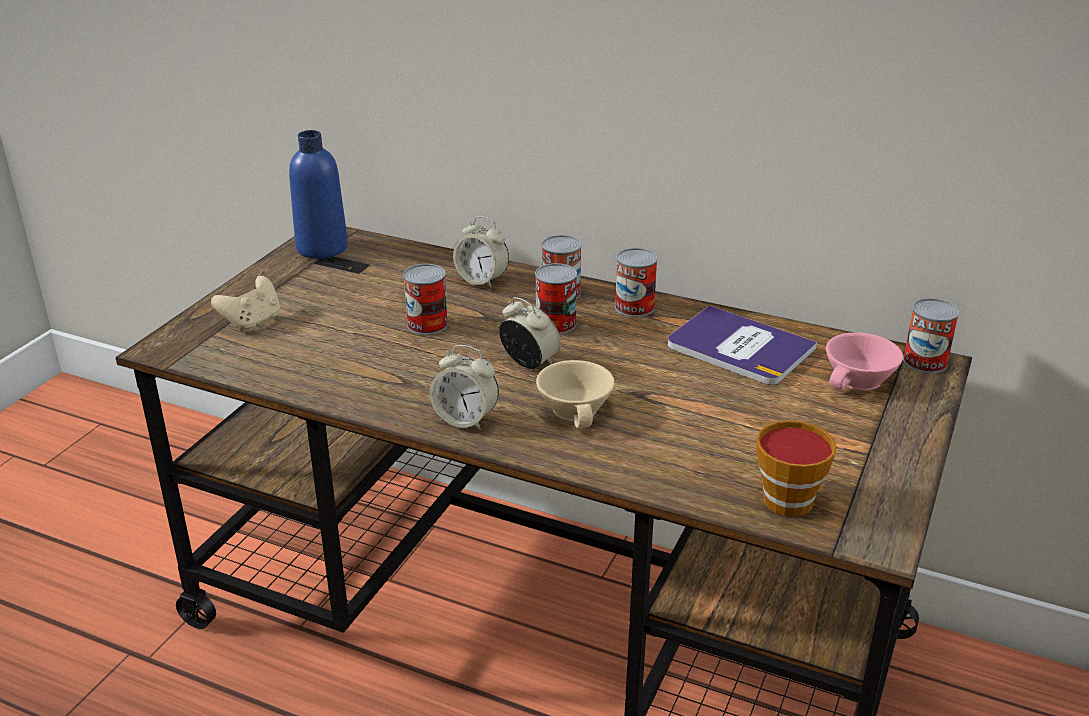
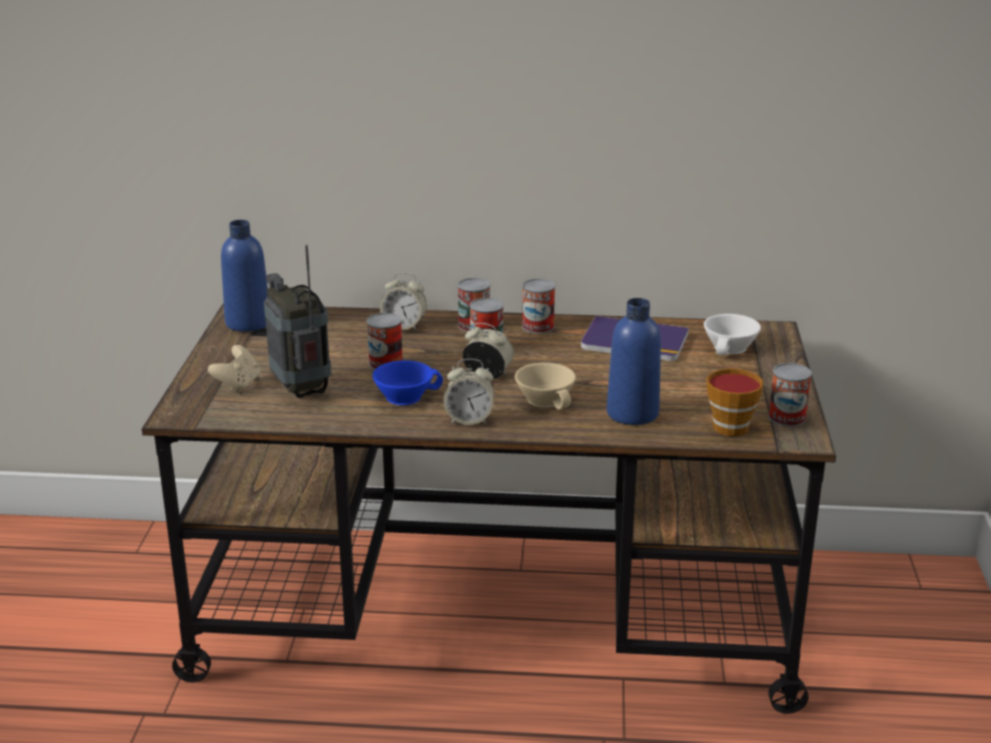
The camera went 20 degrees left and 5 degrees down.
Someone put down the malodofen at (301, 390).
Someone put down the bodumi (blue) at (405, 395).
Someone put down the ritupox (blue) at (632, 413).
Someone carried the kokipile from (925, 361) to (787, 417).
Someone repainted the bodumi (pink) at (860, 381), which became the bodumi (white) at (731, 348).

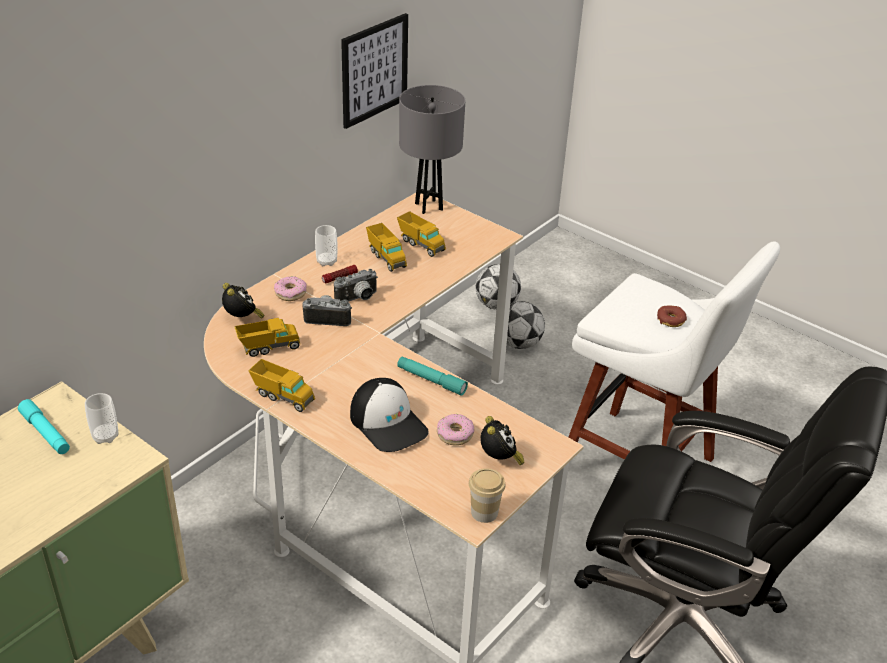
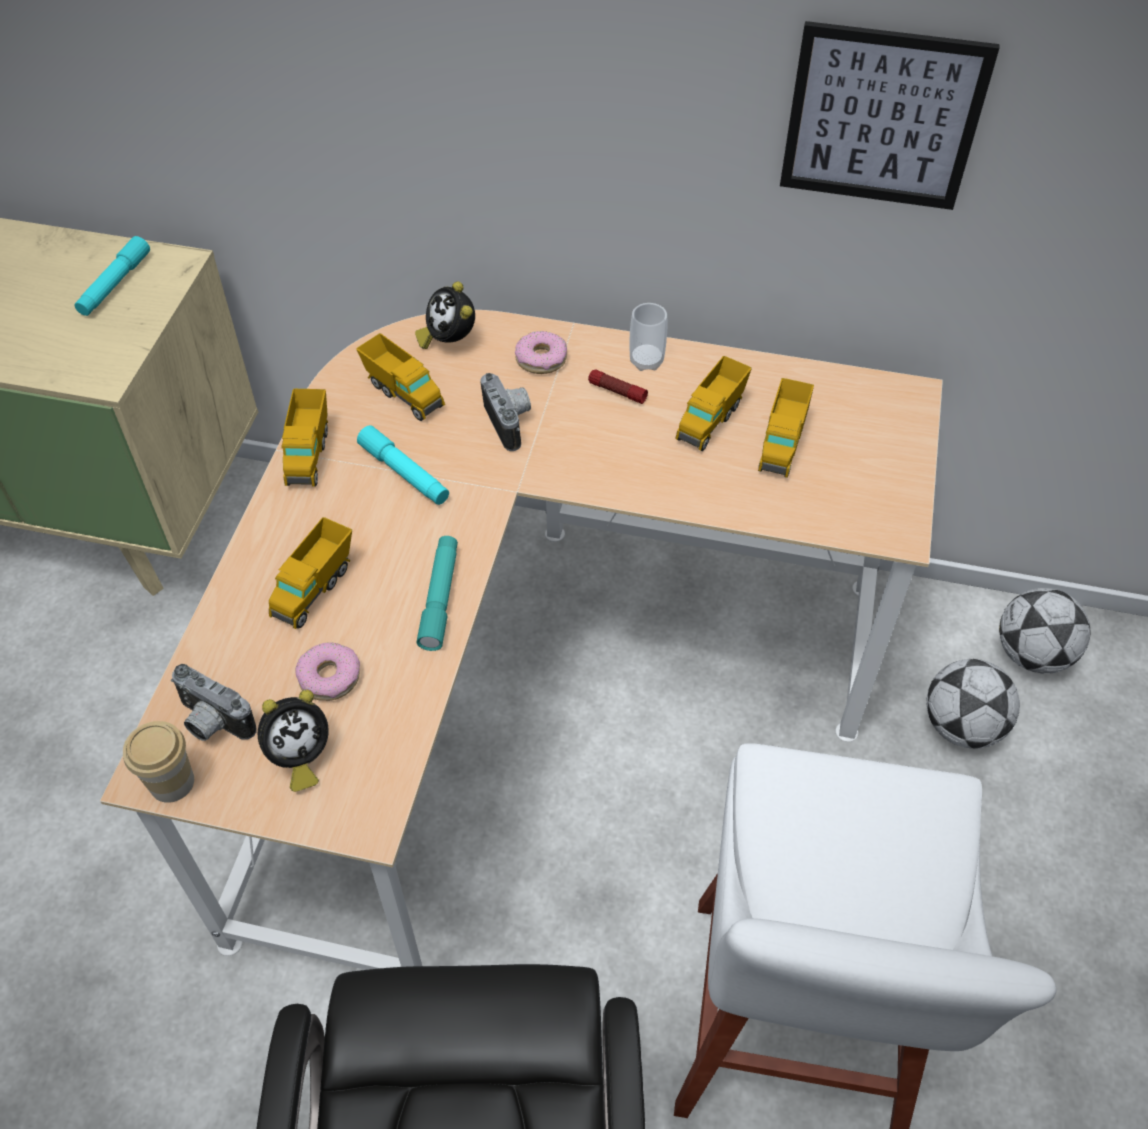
The camera went 65 degrees right and 15 degrees up.
Someone took away the bodumi at (105, 436).
Someone took away the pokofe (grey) at (429, 206).
Someone took away the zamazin at (670, 320).
Someone put down the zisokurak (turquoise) at (404, 473).
Someone carried the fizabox from (358, 299) to (211, 723).
Someone swapped the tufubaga at (388, 423) for the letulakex at (314, 588).
Someone rotated the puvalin at (242, 319) by 120 degrees clockwise.

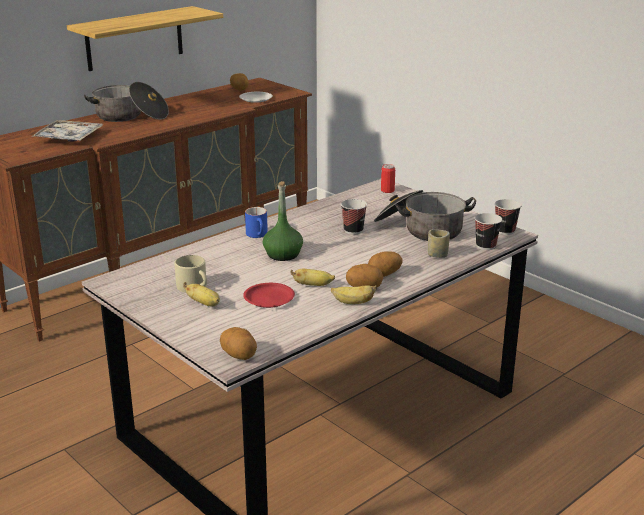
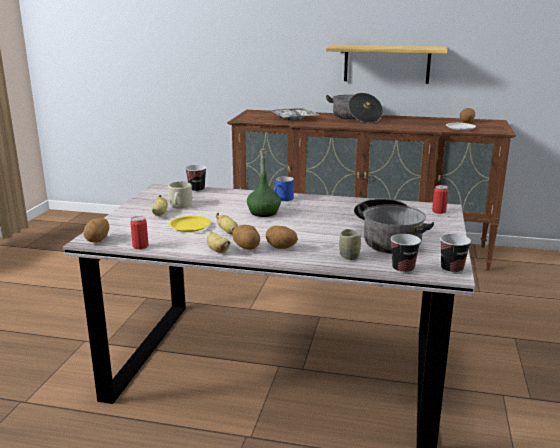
The camera went 55 degrees right and 5 degrees down.
Someone put down the kokipile at (140, 246).
Someone carried the bodumi from (353, 230) to (196, 190).
Someone repainted the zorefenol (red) at (269, 299), which became the zorefenol (yellow) at (189, 226).

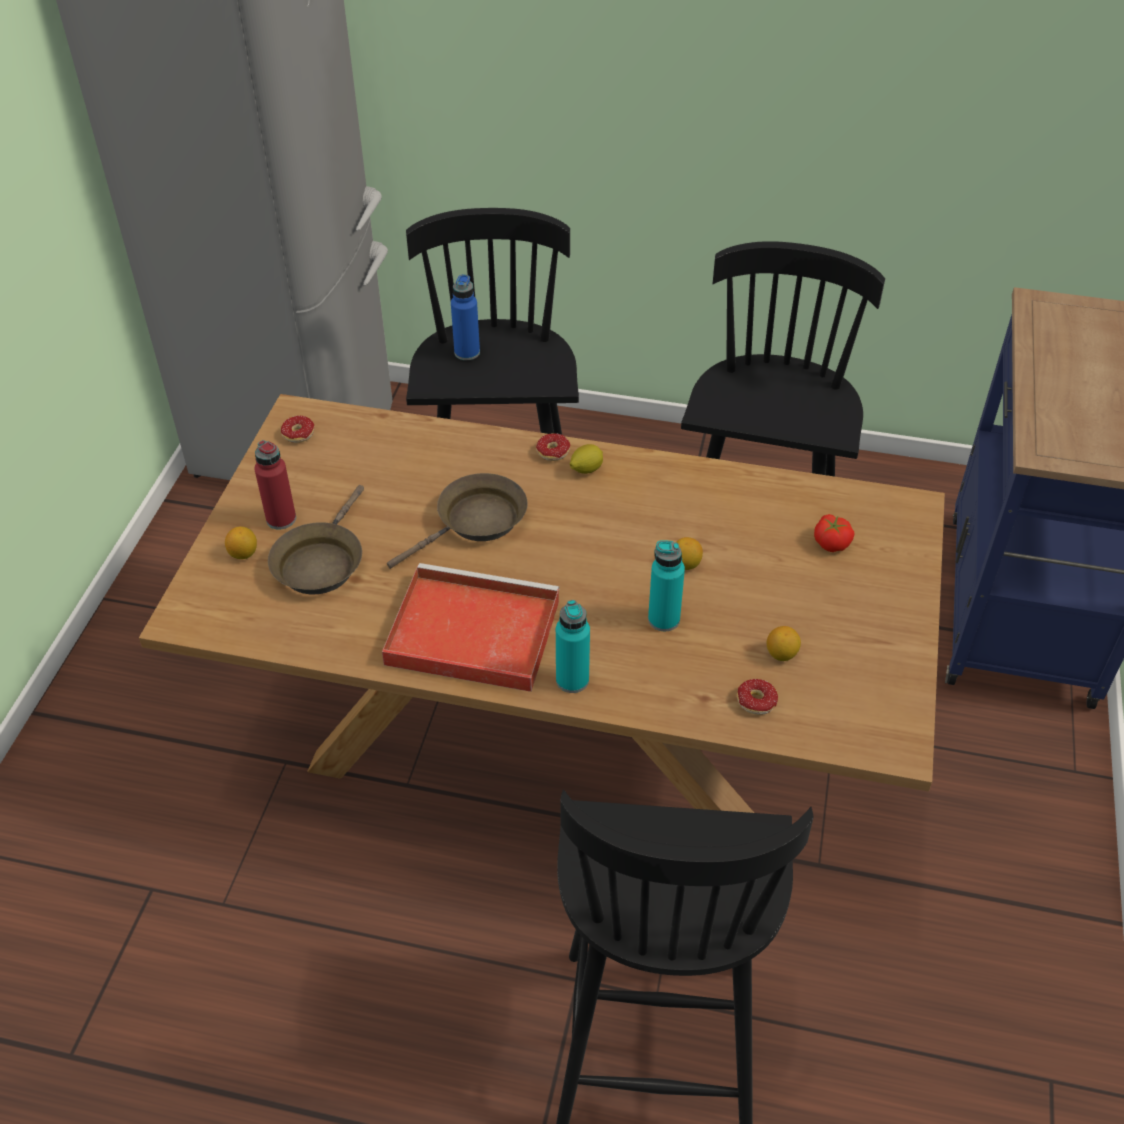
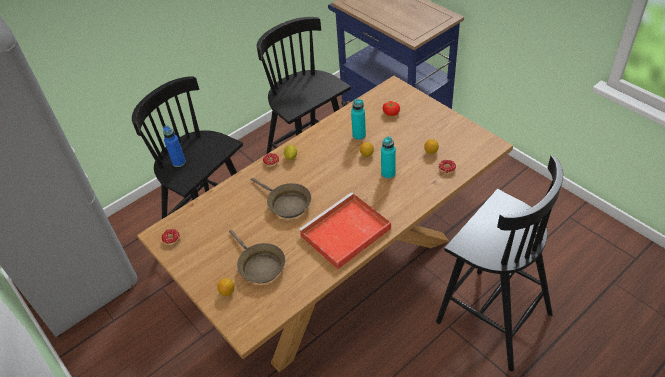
The camera went 50 degrees left and 0 degrees up.
Someone took away the ritupox (red) at (281, 519).
Someone carried the ritupox (turquoise) from (572, 680) to (359, 135).
Someone rotated the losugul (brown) at (476, 522) by 135 degrees clockwise.

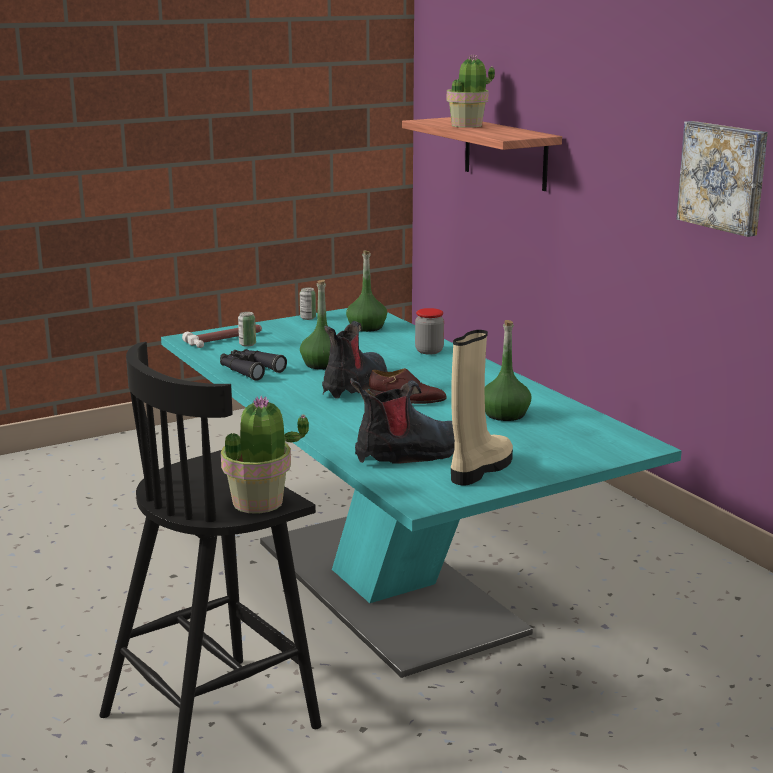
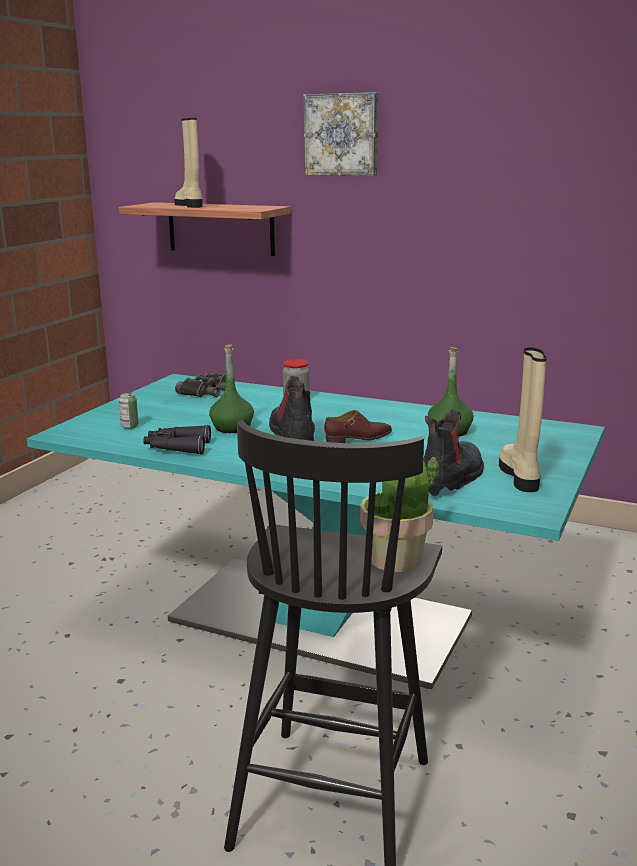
The camera went 35 degrees left and 0 degrees up.
Someone took away the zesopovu at (226, 339).
Someone took away the kokipile at (308, 318).
Someone carried the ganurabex from (724, 177) to (342, 134).
Someone swapped the ritupox (green) at (366, 327) for the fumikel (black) at (208, 391).
Someone swapped the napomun at (467, 125) for the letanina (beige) at (190, 205).

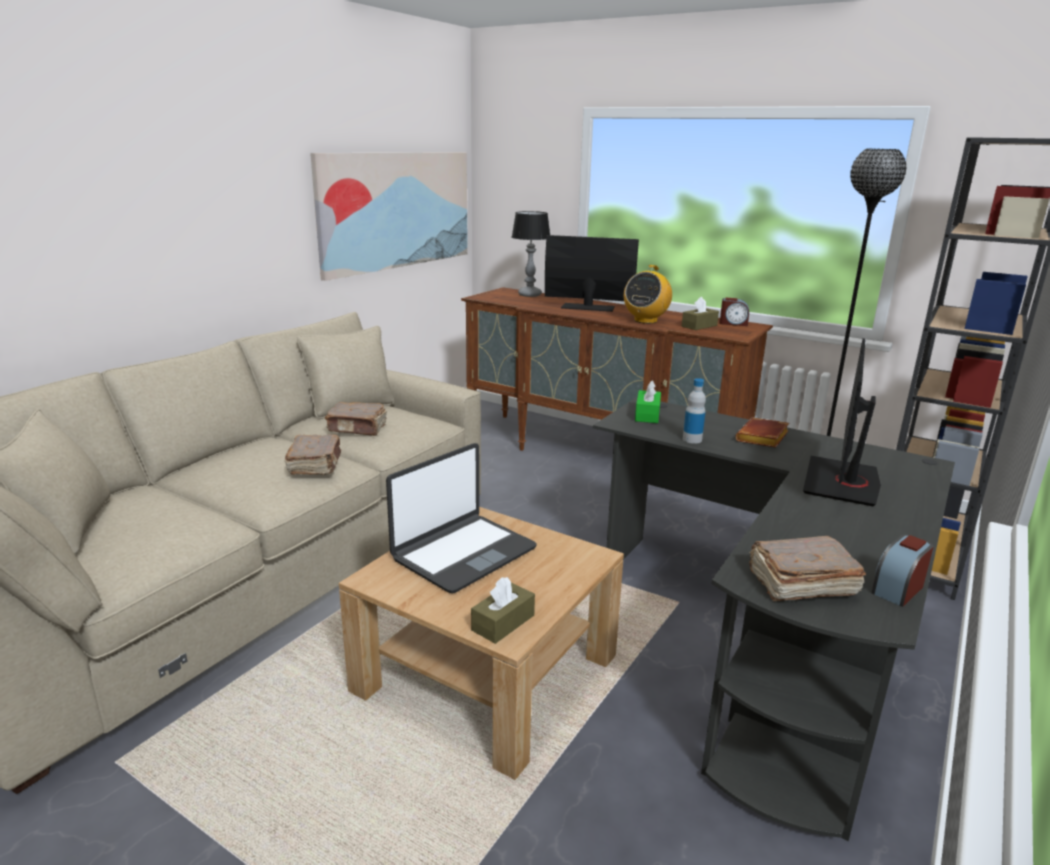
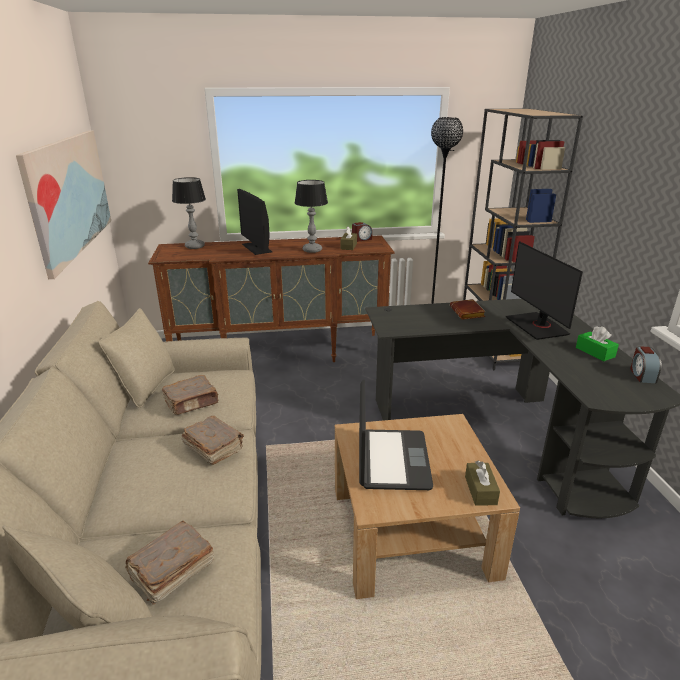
The camera went 40 degrees left and 5 degrees up.
Someone took away the ritupox at (692, 439).
Someone carried the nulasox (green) from (647, 415) to (595, 352).
Someone carried the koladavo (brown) from (800, 584) to (171, 571).
Someone swapped the malodofen at (645, 320) for the pokofe at (312, 250).
Someone rotated the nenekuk at (588, 307) by 90 degrees counterclockwise.

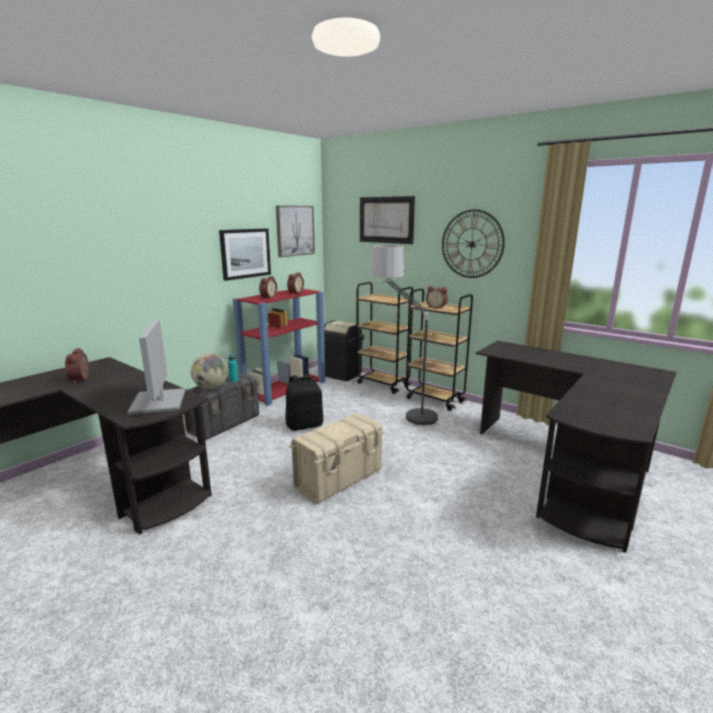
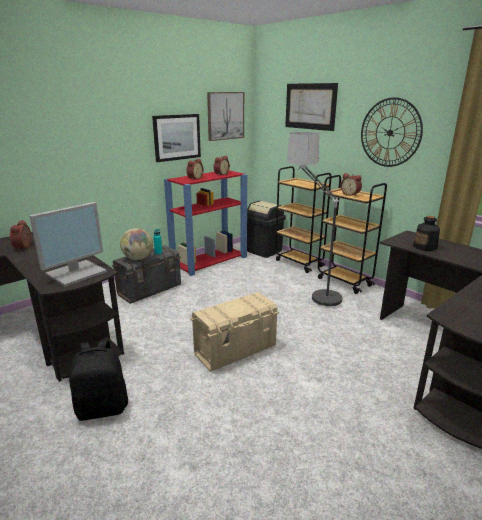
The camera went 10 degrees right and 5 degrees up.
Someone put down the ritupox at (425, 247).
Someone carried the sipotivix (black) from (304, 425) to (102, 408).
Someone rotated the nenekuk at (159, 402) by 135 degrees counterclockwise.

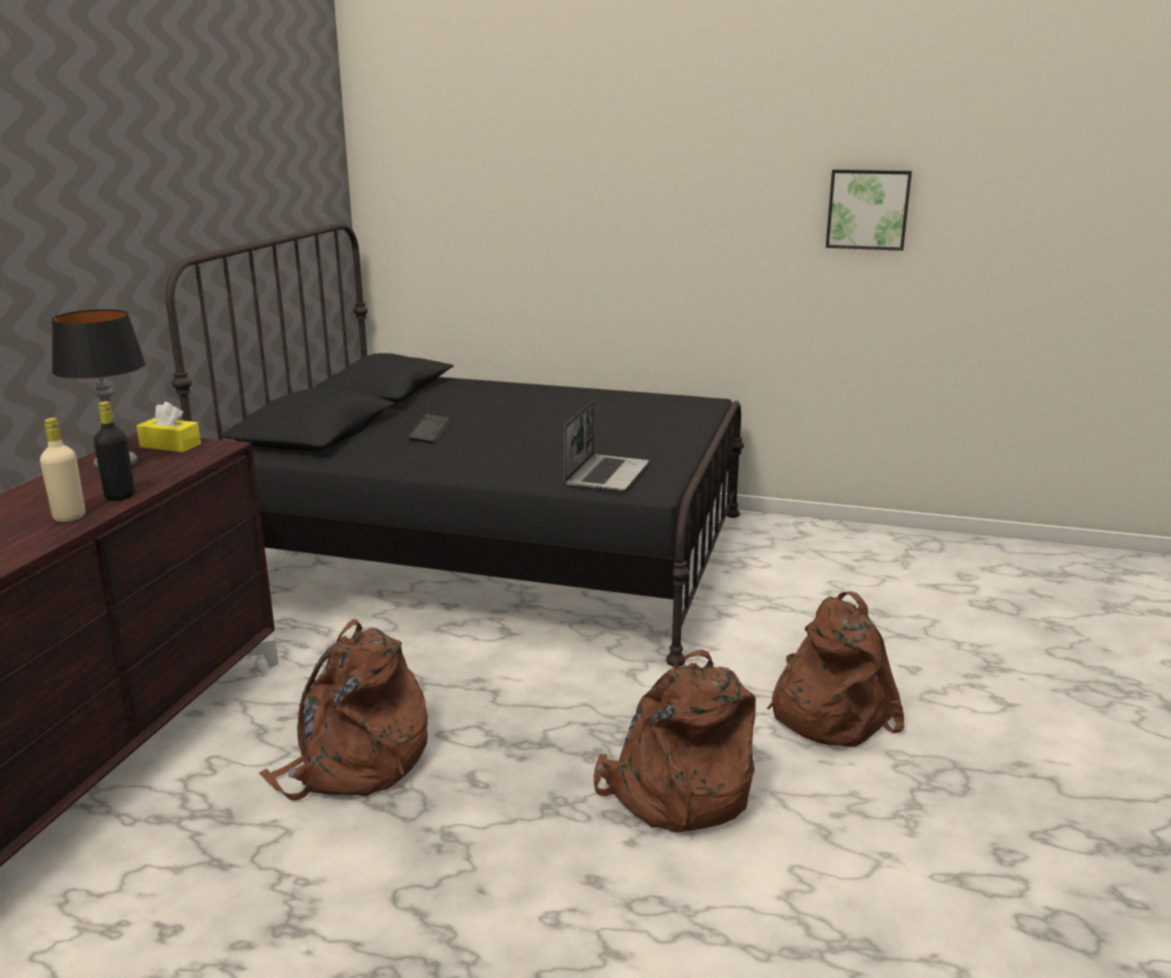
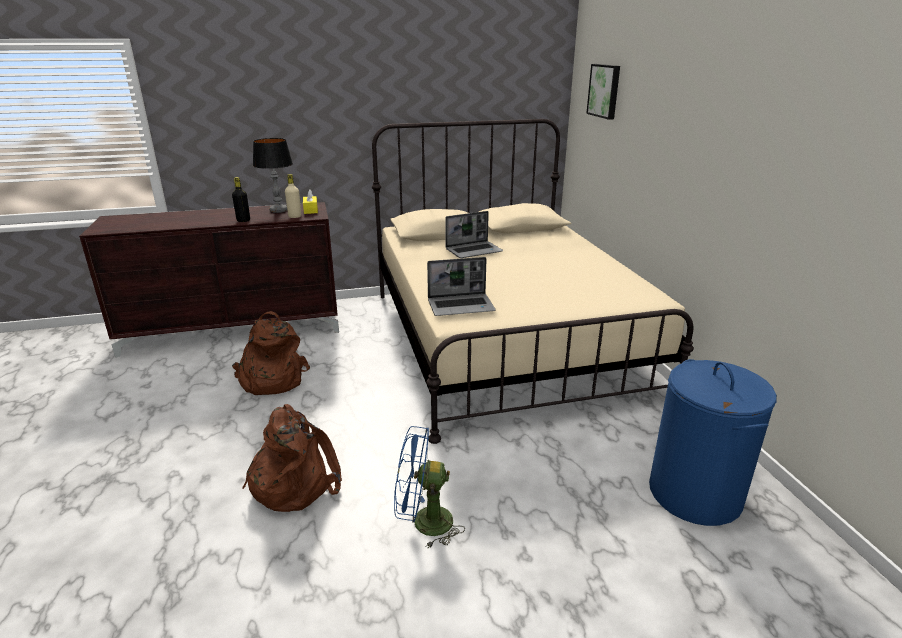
The camera went 60 degrees right and 5 degrees up.
Someone put down the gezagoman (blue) at (695, 494).
Someone carried the ritupox (beige) from (69, 517) to (295, 216).
Someone carried the ganurabex from (868, 209) to (605, 91).
Someone swapped the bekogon at (430, 430) for the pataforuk at (474, 250).
Someone swapped the sipotivix (brown) at (827, 712) for the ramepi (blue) at (423, 523).
Someone repainted the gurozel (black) at (495, 553), which became the gurozel (beige) at (504, 341).

